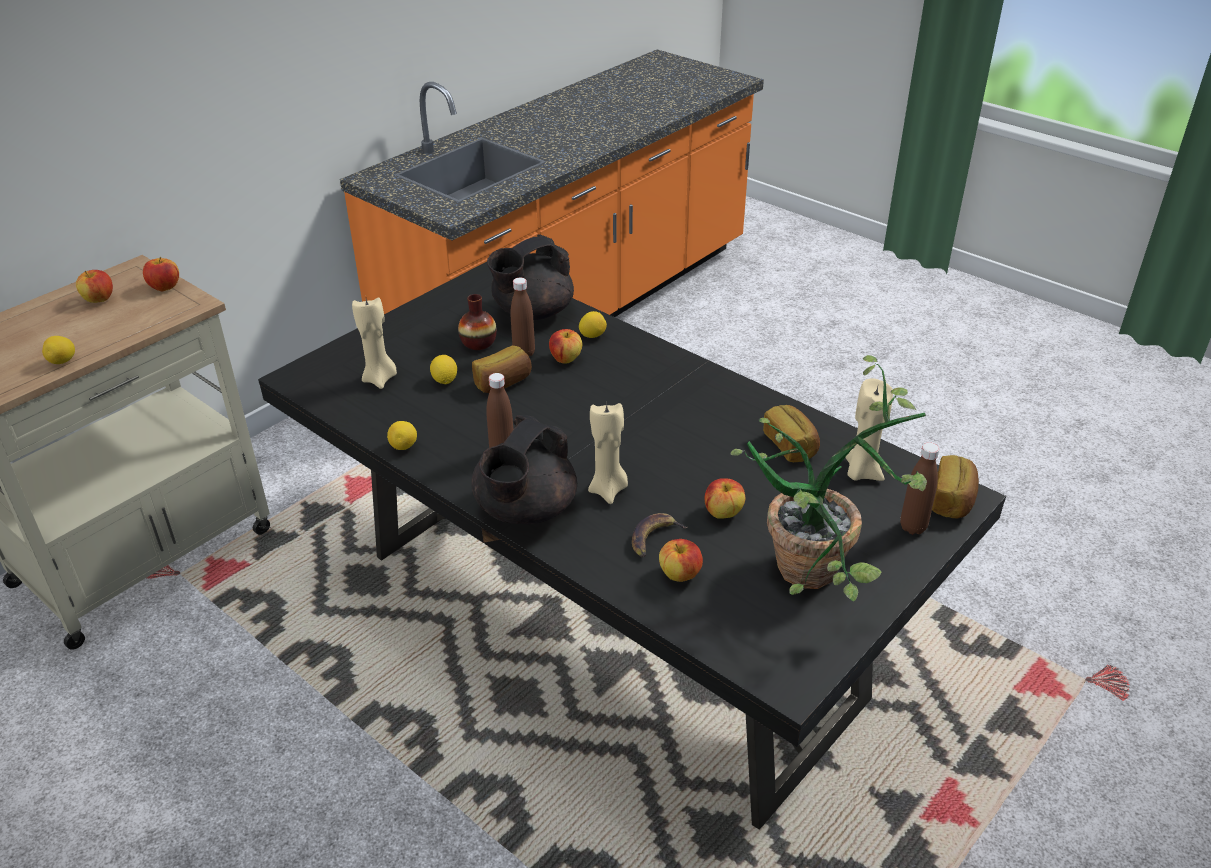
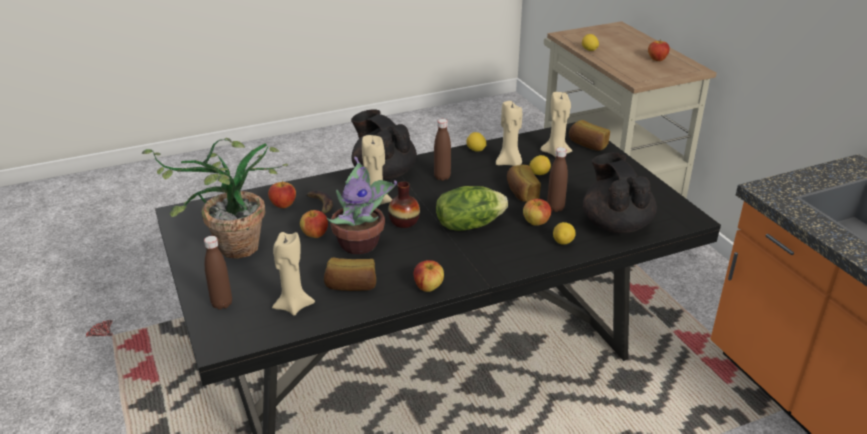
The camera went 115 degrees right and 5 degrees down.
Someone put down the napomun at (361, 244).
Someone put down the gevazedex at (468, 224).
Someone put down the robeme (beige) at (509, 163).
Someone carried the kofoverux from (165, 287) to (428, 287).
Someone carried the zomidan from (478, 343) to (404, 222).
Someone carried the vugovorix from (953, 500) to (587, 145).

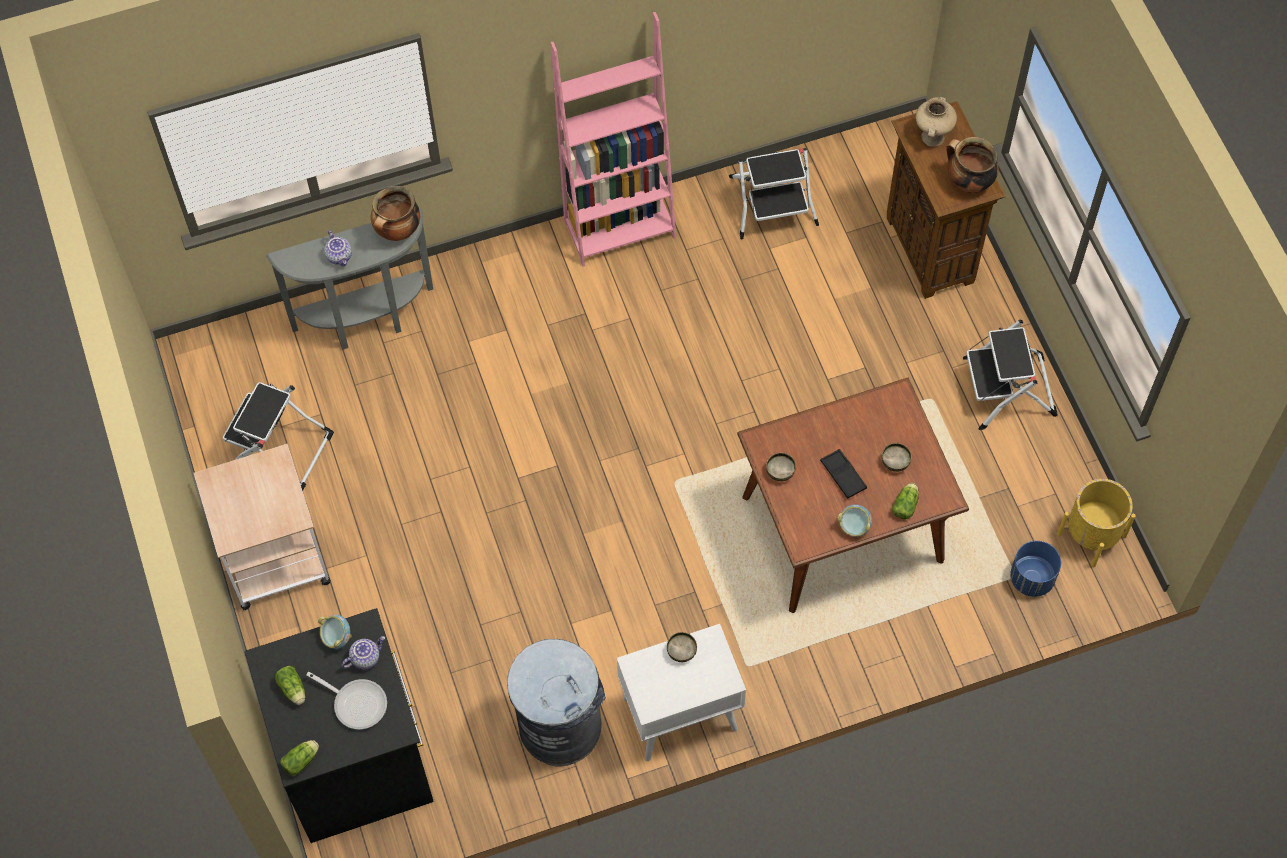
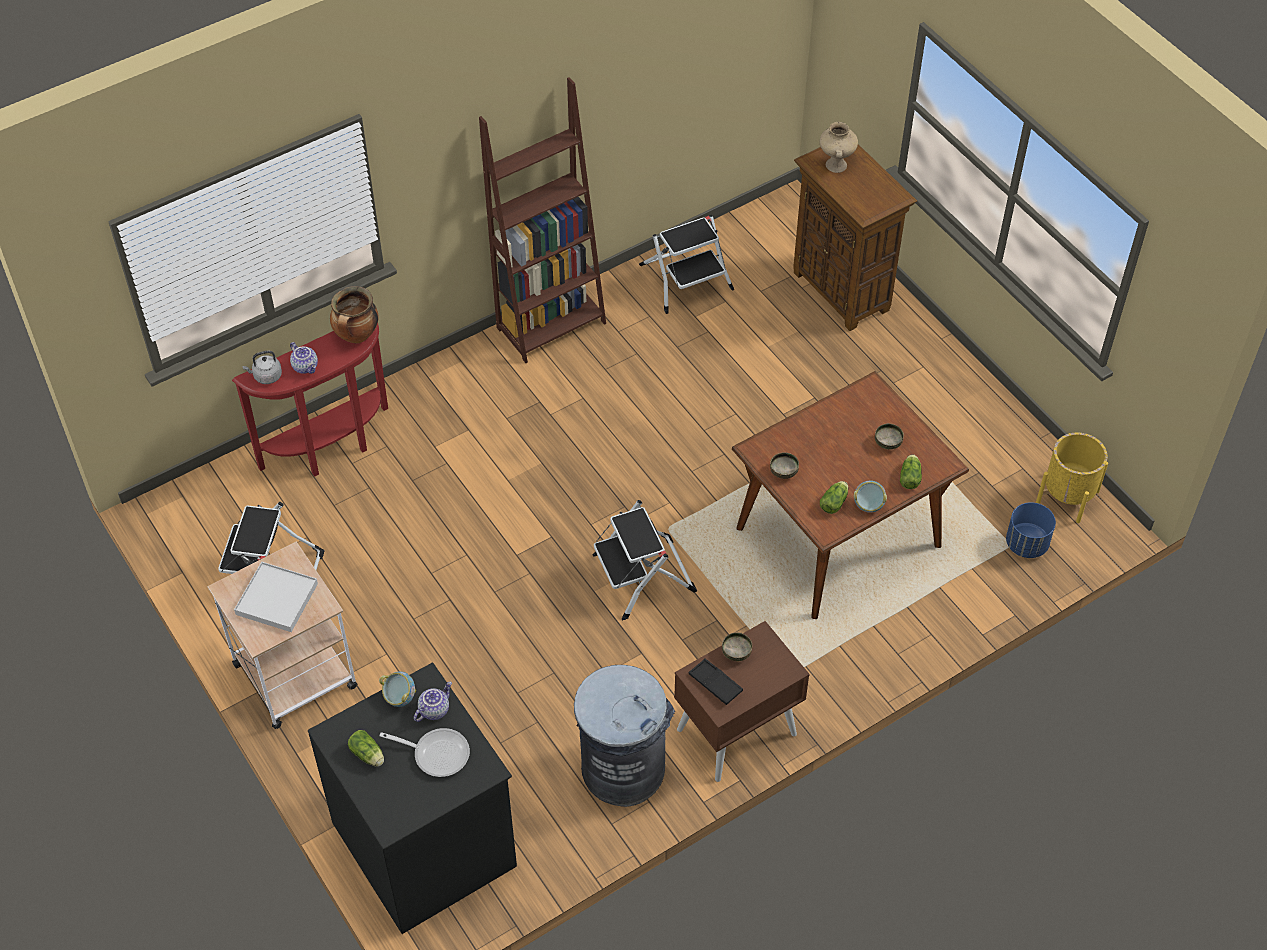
The camera went 15 degrees left and 10 degrees down.
Someone took away the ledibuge at (968, 182).
Someone put down the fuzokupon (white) at (276, 599).
Someone put down the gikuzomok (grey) at (266, 376).
Someone carried the gevazedex from (302, 760) to (834, 502).
Someone carried the fuzokupon (black) from (843, 475) to (715, 684).
Someone carried the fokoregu from (1007, 389) to (643, 575).
Someone repainted the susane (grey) at (367, 322), which became the susane (red) at (332, 448).
Someone repainted the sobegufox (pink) at (619, 228), which became the sobegufox (brown) at (551, 325).
Someone repainted the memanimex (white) at (679, 714), which became the memanimex (brown) at (736, 732).

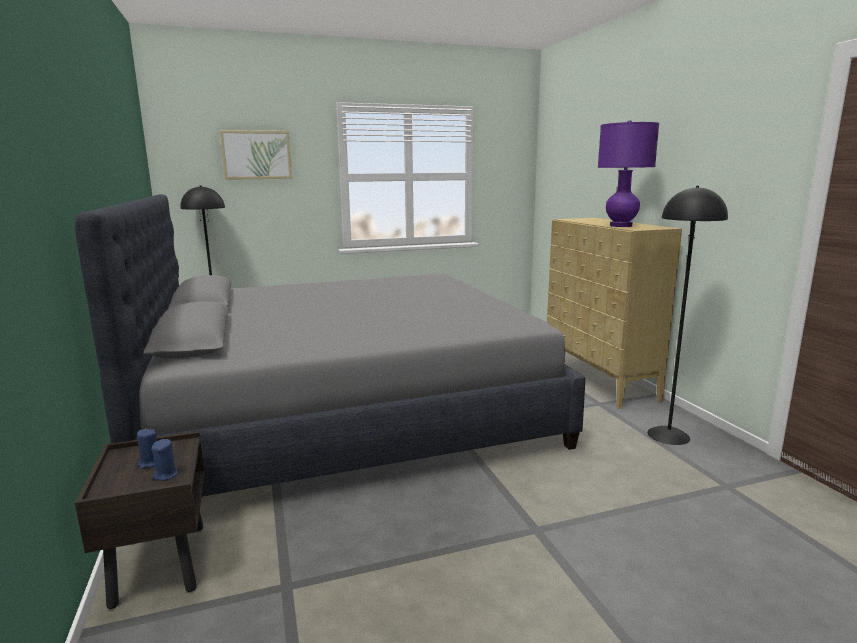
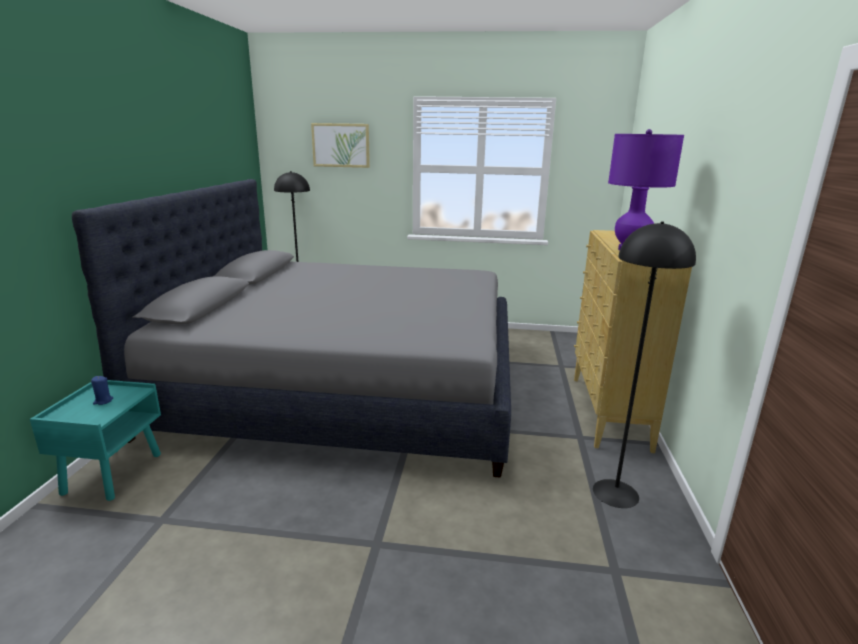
The camera went 25 degrees right and 5 degrees up.
Someone took away the robeme (blue) at (166, 475).
Someone repainted the memanimex (brown) at (159, 563), which became the memanimex (turquoise) at (113, 473).

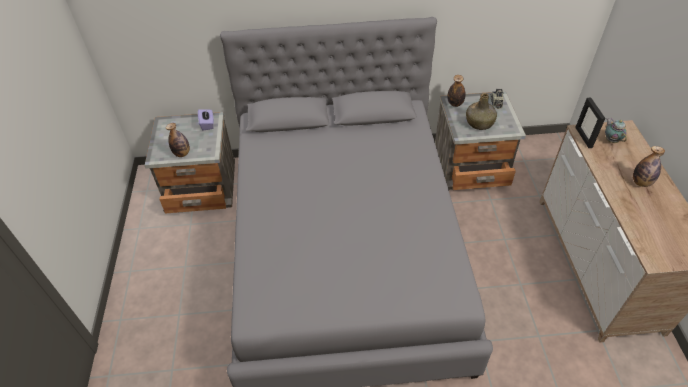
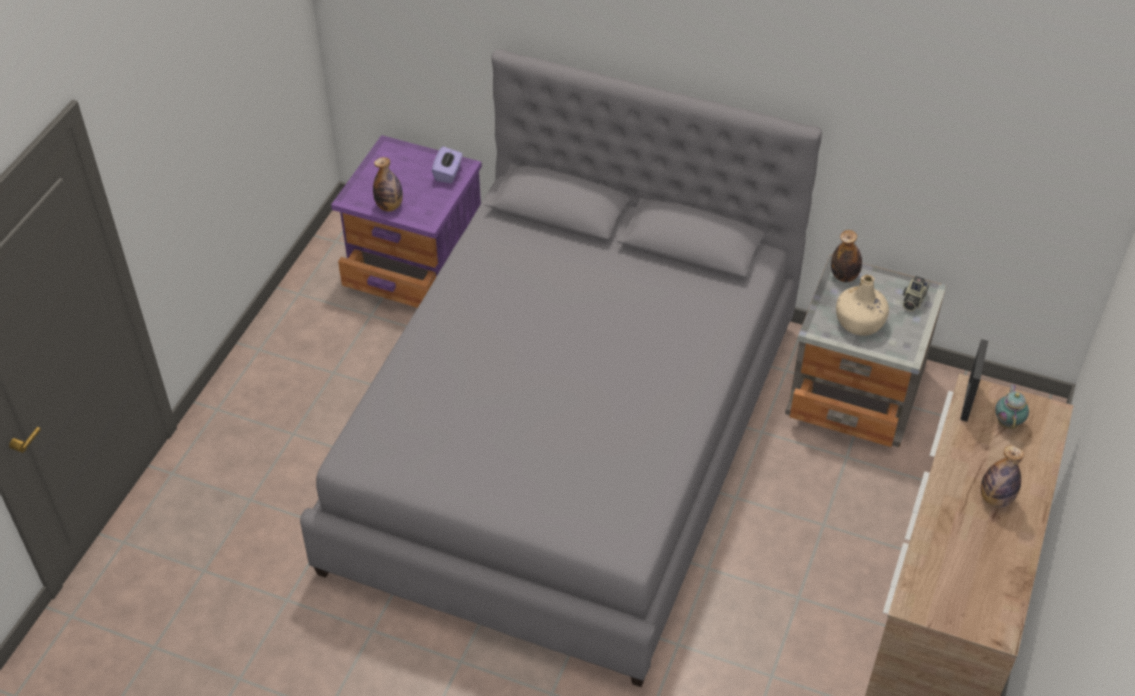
The camera went 25 degrees right and 0 degrees up.
Someone repainted the memanimex (grey) at (201, 188), which became the memanimex (purple) at (413, 267).
Someone repainted the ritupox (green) at (479, 123), which became the ritupox (beige) at (860, 322).

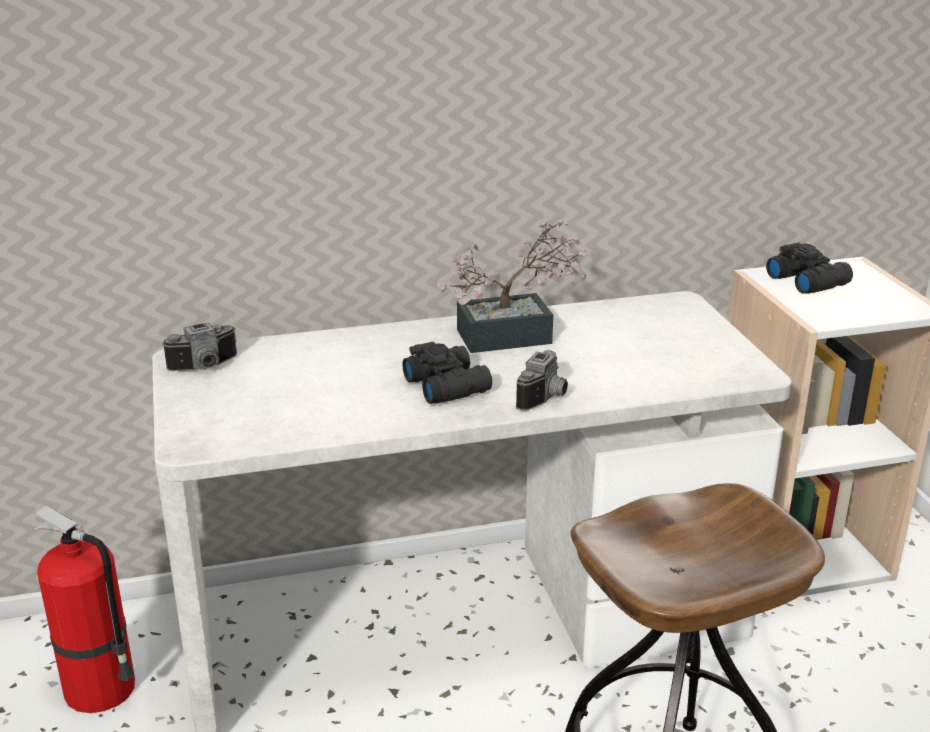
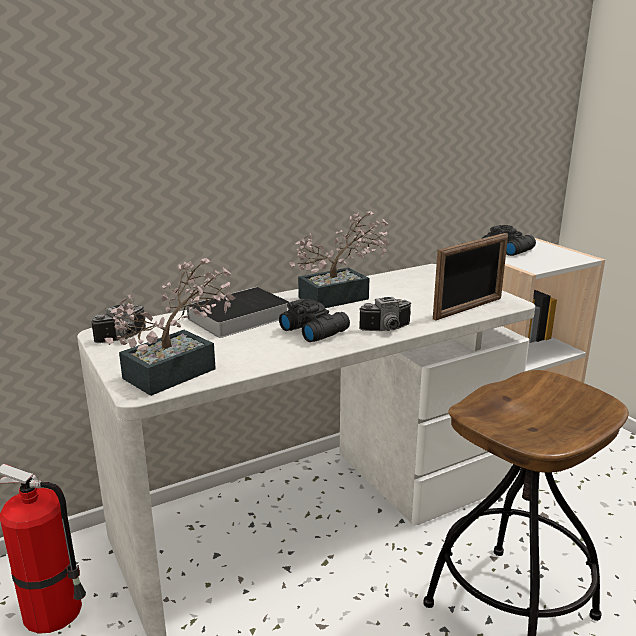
The camera went 15 degrees left and 5 degrees down.
Someone put down the napomun at (179, 370).
Someone put down the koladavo at (237, 319).
Someone put down the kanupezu at (468, 308).
Someone rotated the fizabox at (546, 397) by 60 degrees clockwise.

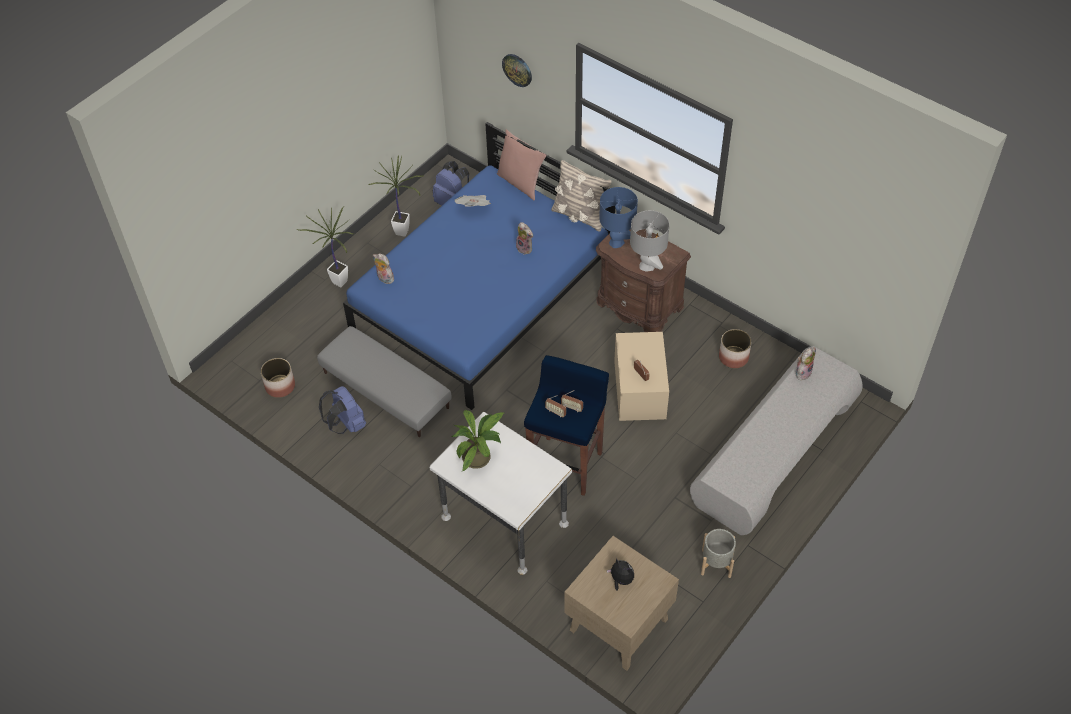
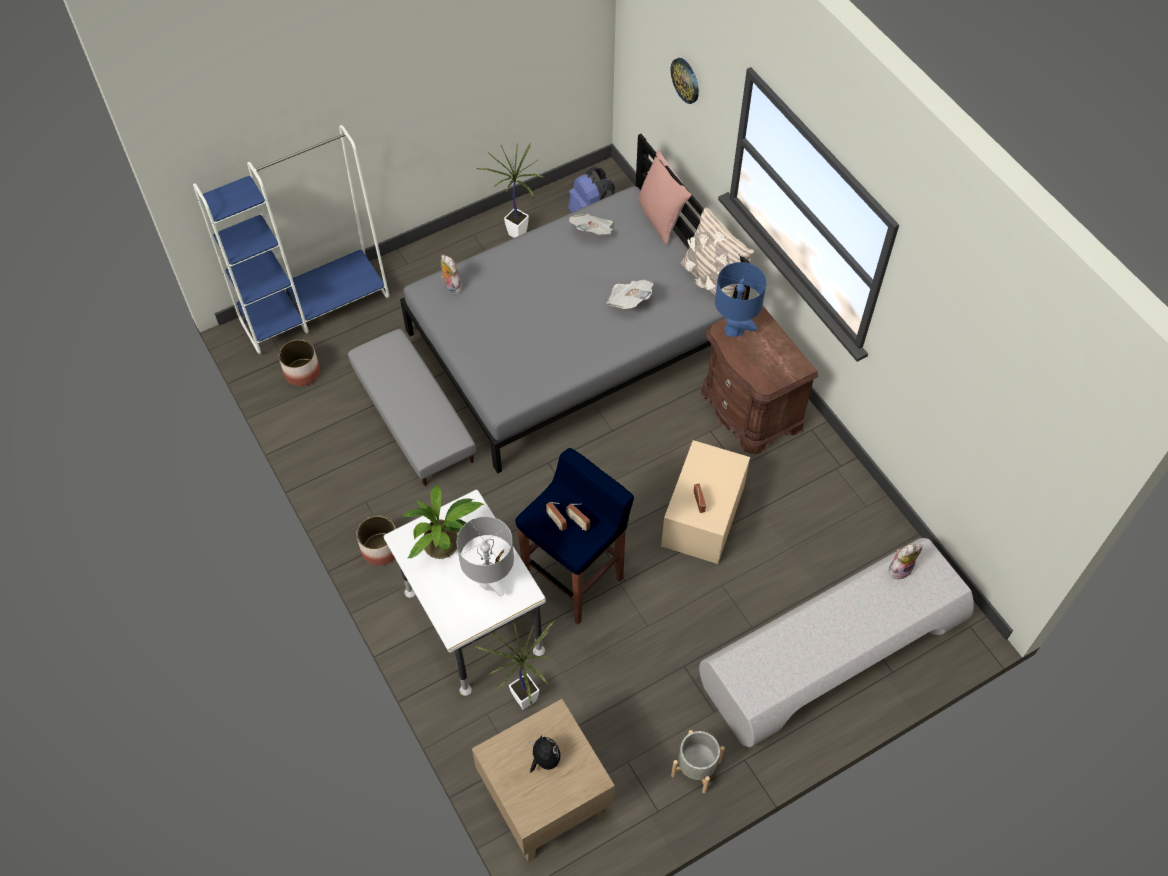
The camera went 20 degrees right and 5 degrees up.
Someone took away the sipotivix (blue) at (346, 424).
Someone put down the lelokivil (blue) at (315, 310).
Someone carried the napomun from (341, 284) to (525, 704).
Someone carried the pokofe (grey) from (647, 266) to (490, 582).
Someone carried the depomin from (734, 357) to (381, 549).
Someone swapped the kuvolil at (525, 248) for the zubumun at (629, 301).
Someone repainted the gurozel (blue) at (483, 298), which became the gurozel (grey) at (571, 343).

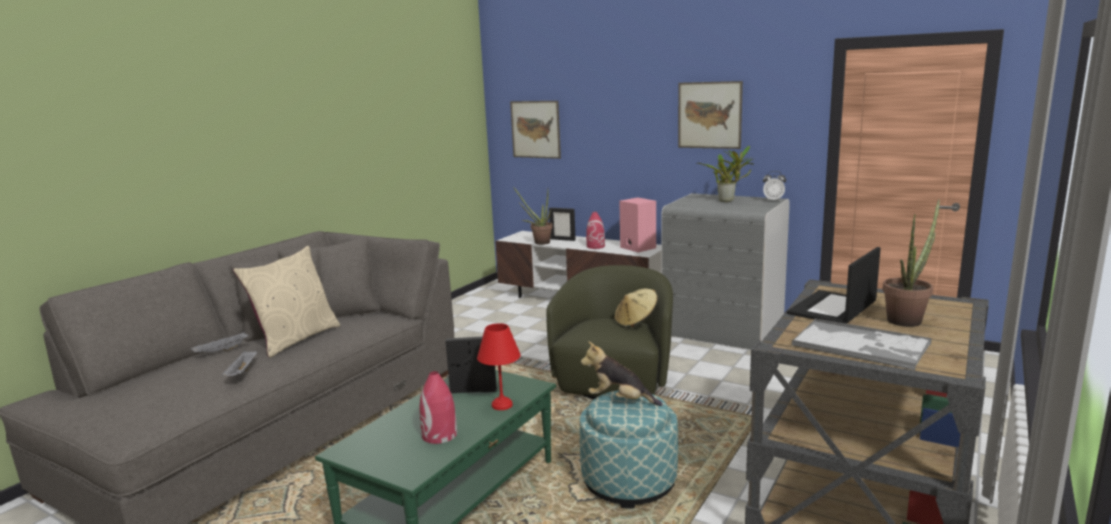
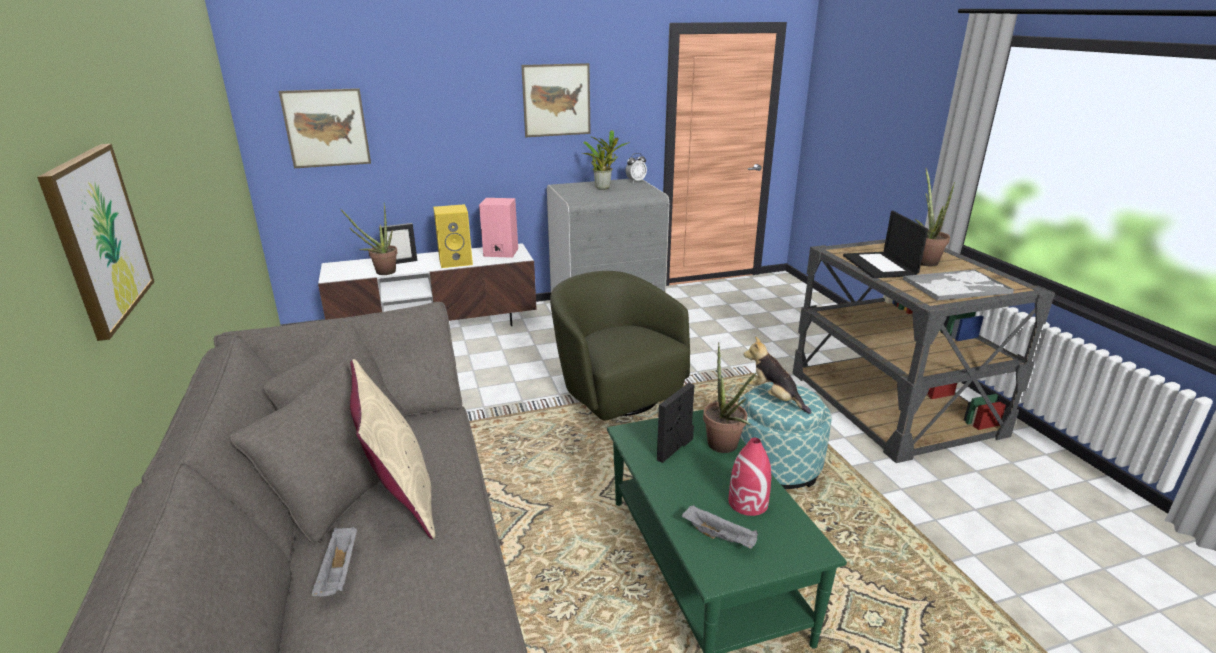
The camera went 50 degrees left and 10 degrees up.
Someone took away the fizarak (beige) at (636, 322).
Someone put up the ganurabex at (98, 237).
Someone carried the fuzokupon (grey) from (242, 372) to (720, 537).
Someone swapped the pokofe (red) at (501, 405) for the napomun at (725, 448).
Someone swapped the zomidan (red) at (596, 246) for the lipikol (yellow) at (456, 261).
Someone rotated the kuvolil at (620, 400) by 75 degrees clockwise.

